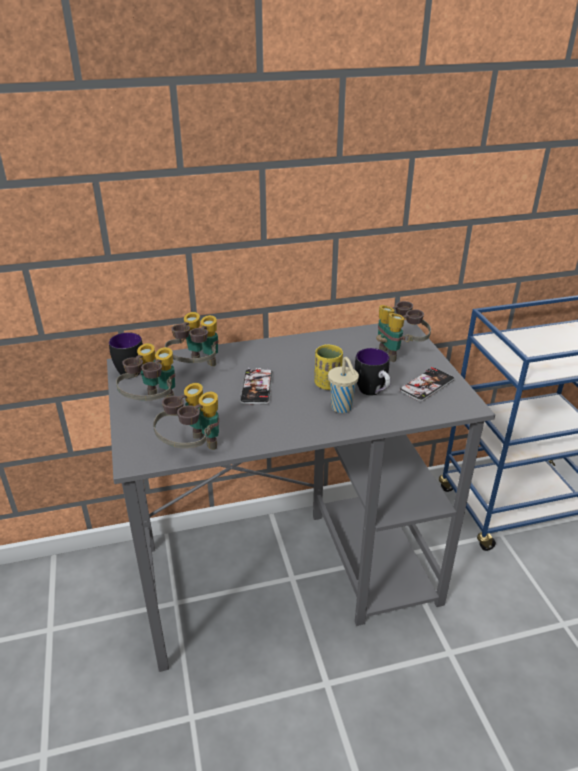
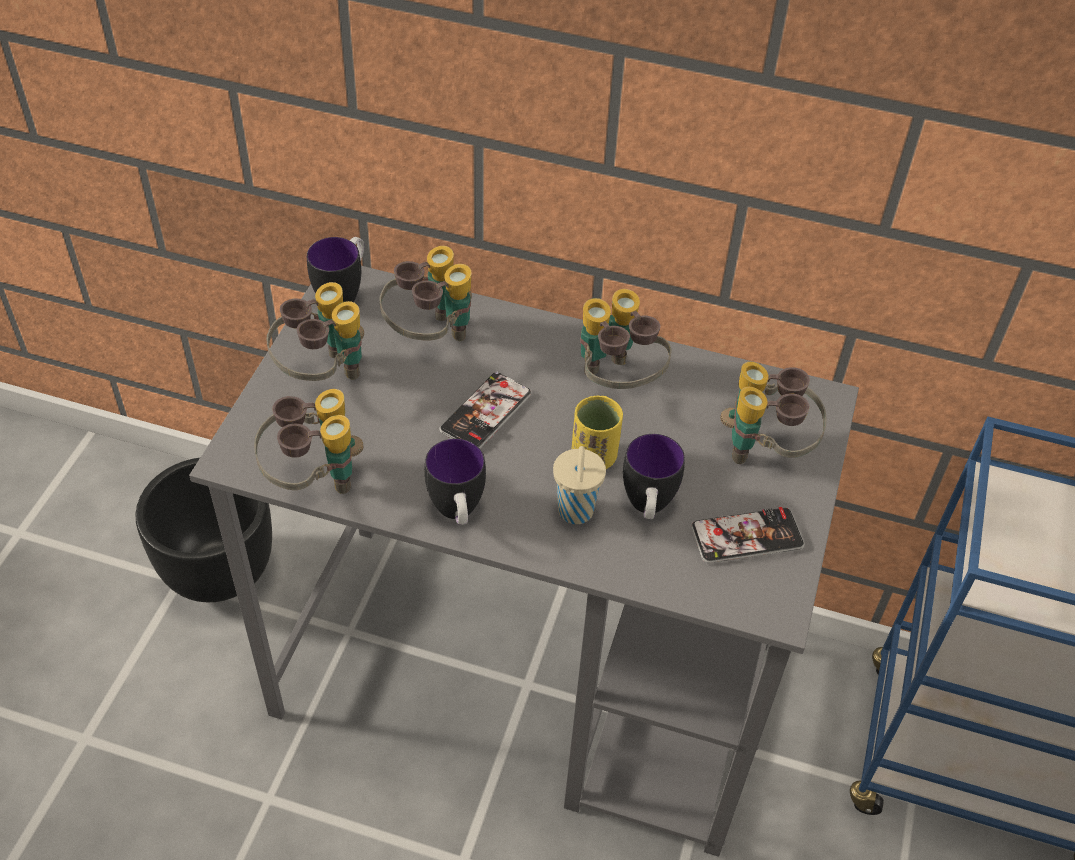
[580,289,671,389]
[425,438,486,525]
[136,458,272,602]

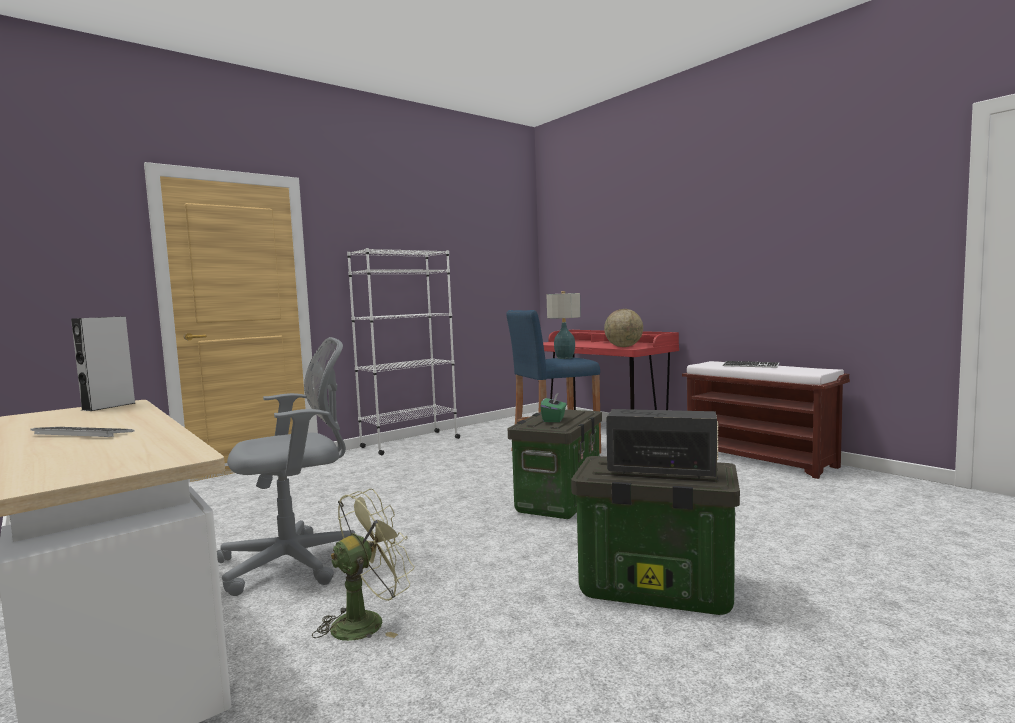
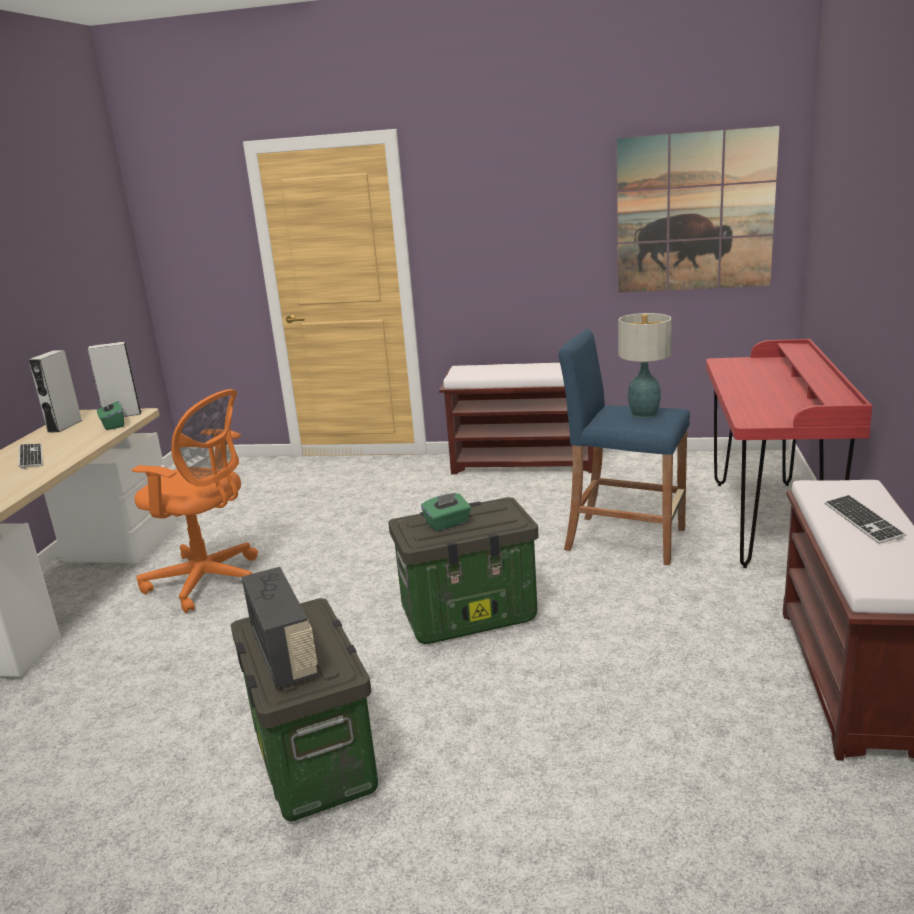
[439,363,593,474]
[604,309,643,347] (first image)
[132,389,258,613]
[312,488,414,641] (first image)
[617,126,780,293]
[28,350,83,433]
[97,398,124,430]

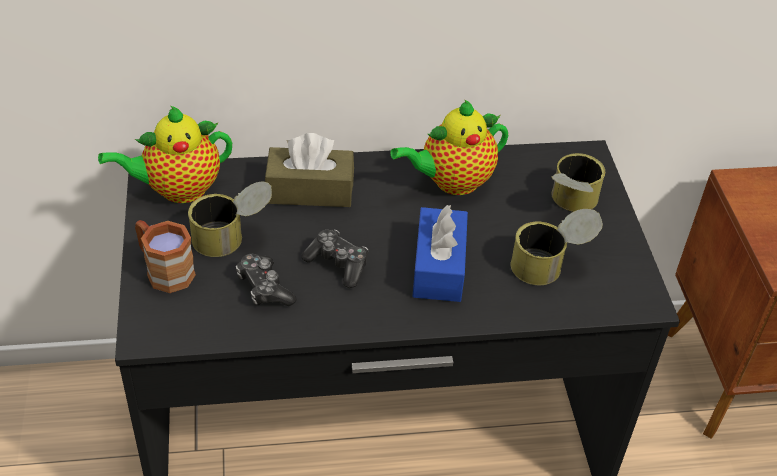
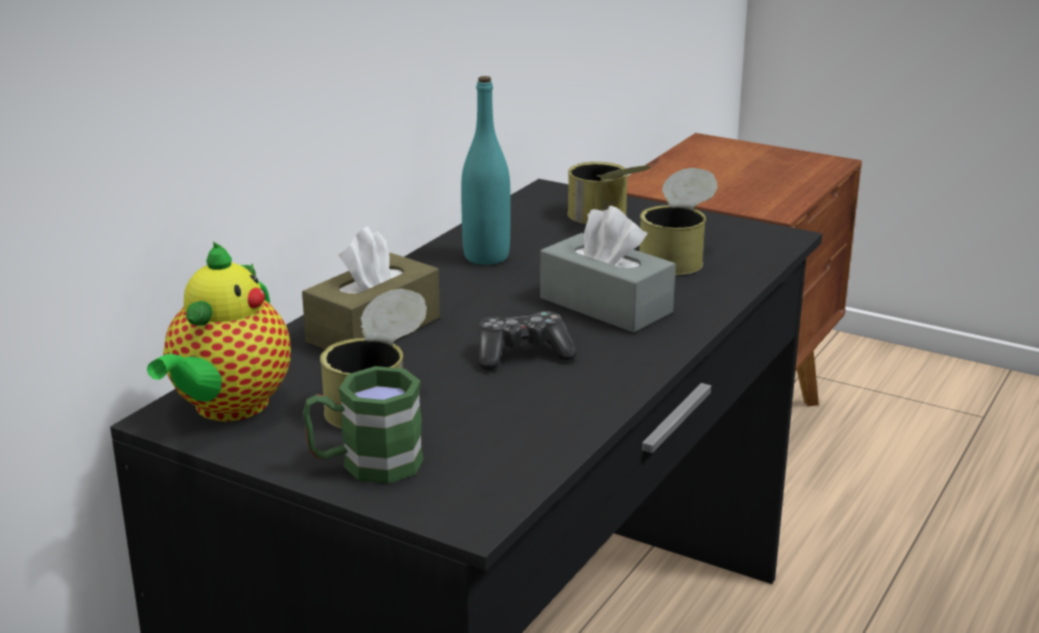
[461,76,511,265]
[540,206,676,333]
[303,366,424,484]
[236,254,297,306] (first image)

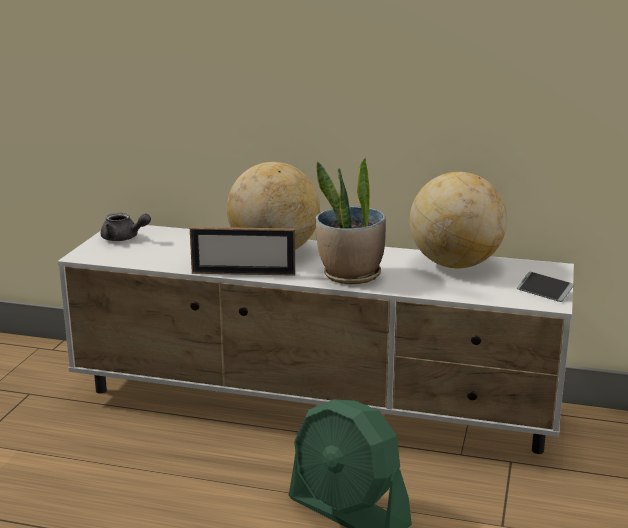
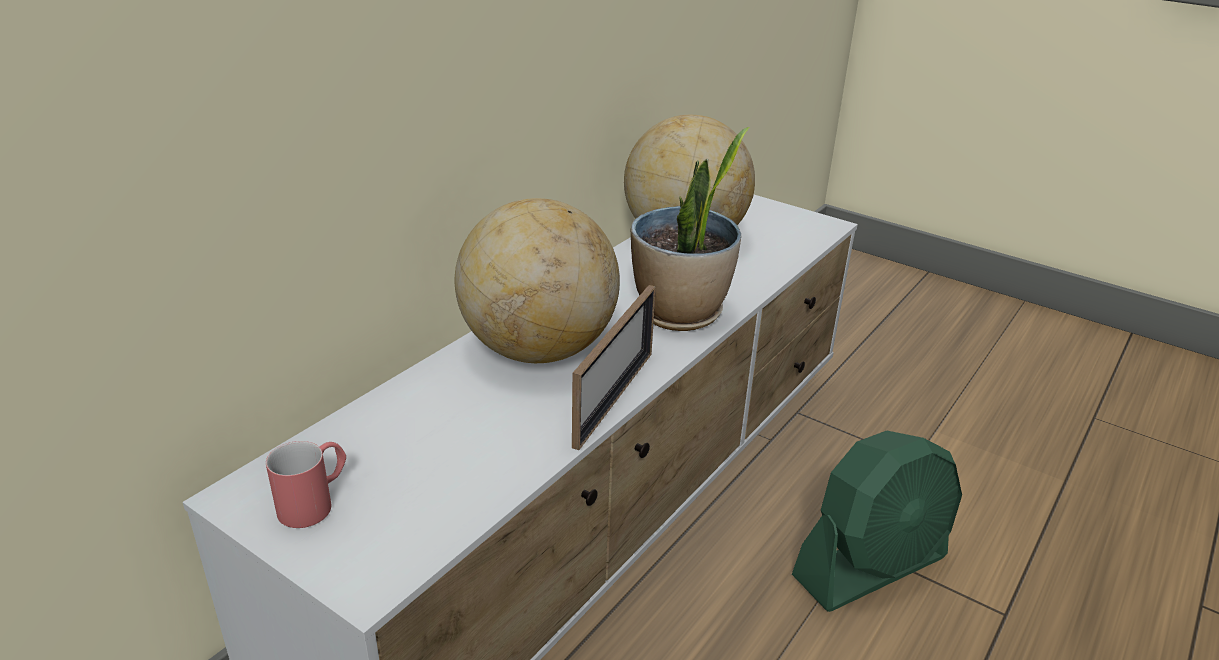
[266,441,346,528]
[517,272,574,302] (first image)

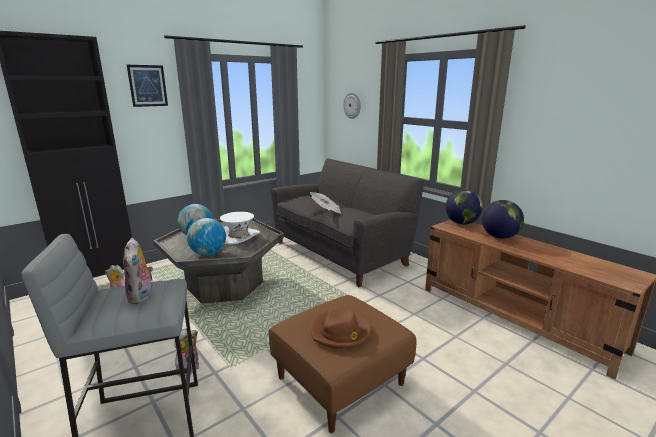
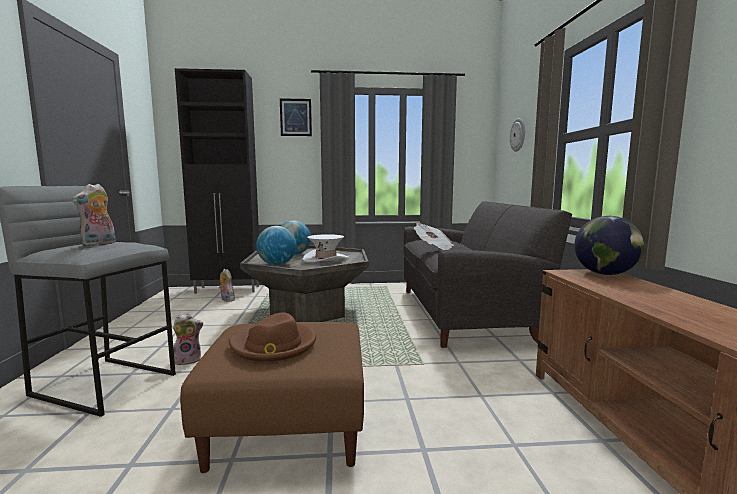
[482,200,524,239] (first image)

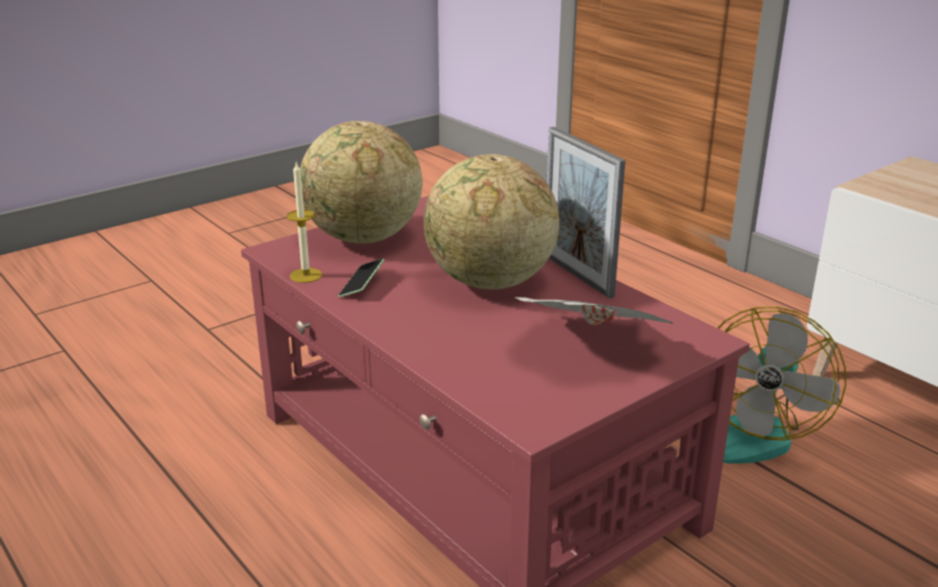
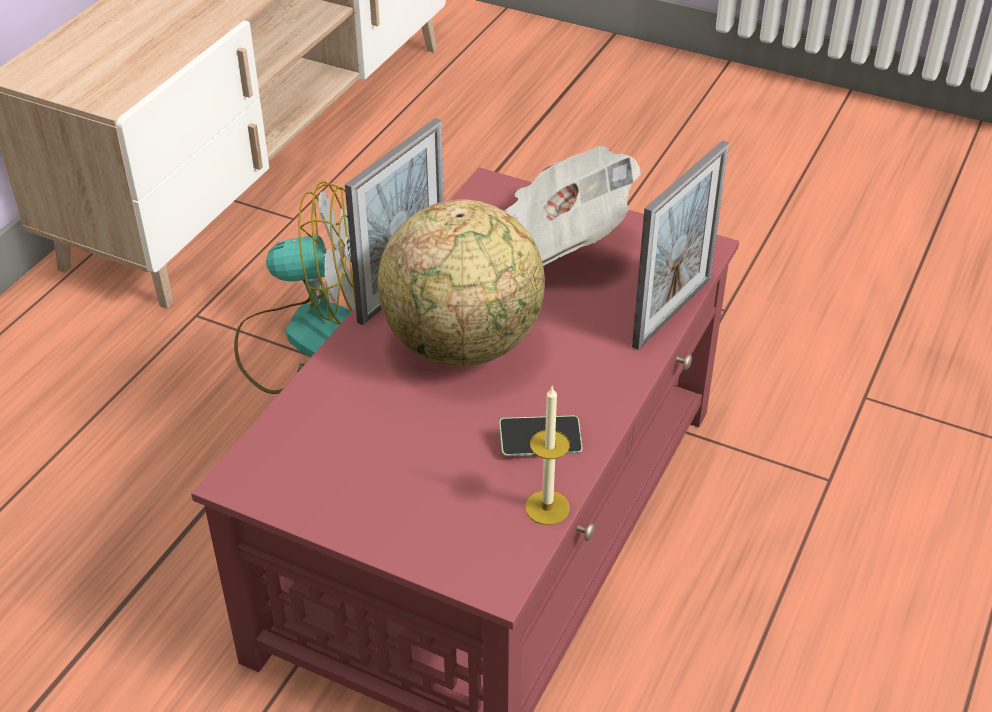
[300,121,423,244] (first image)
[632,140,729,350]

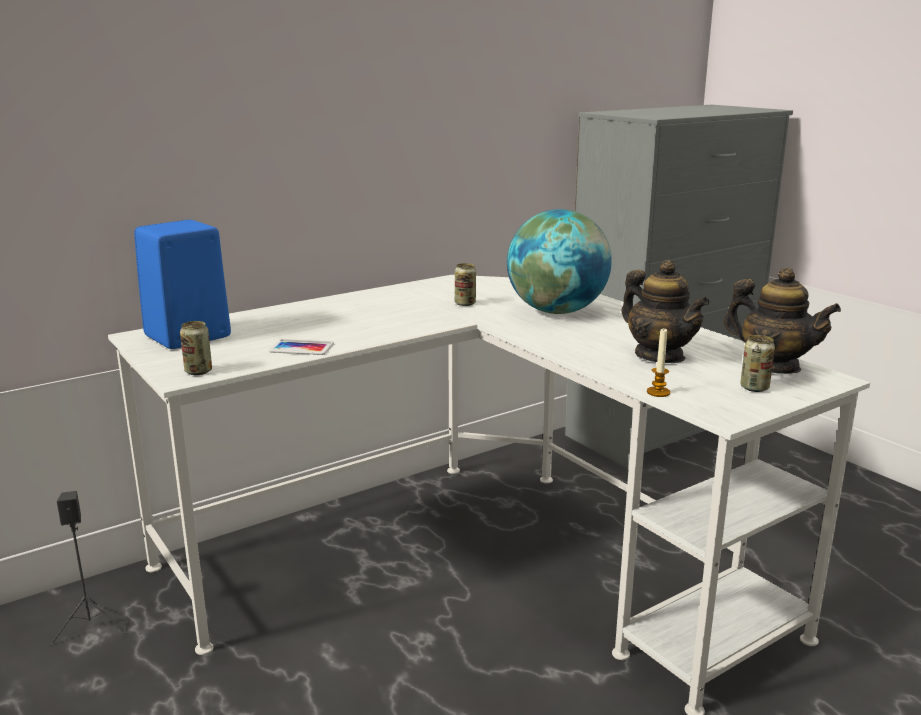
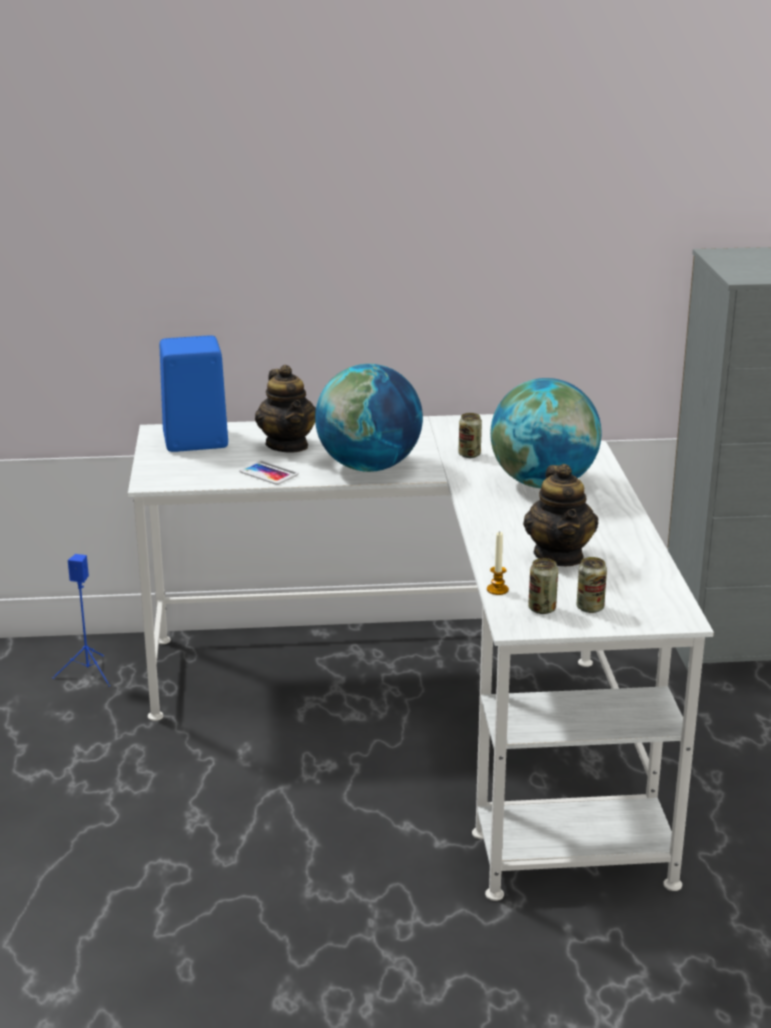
[255,365,316,453]
[528,558,558,614]
[53,554,110,686]
[315,364,423,472]

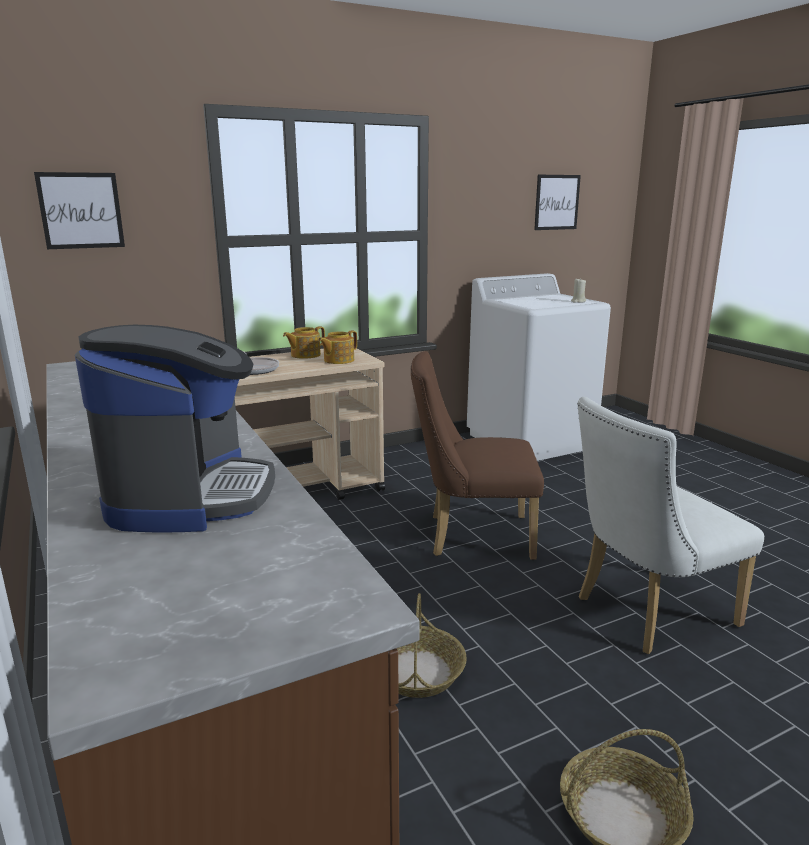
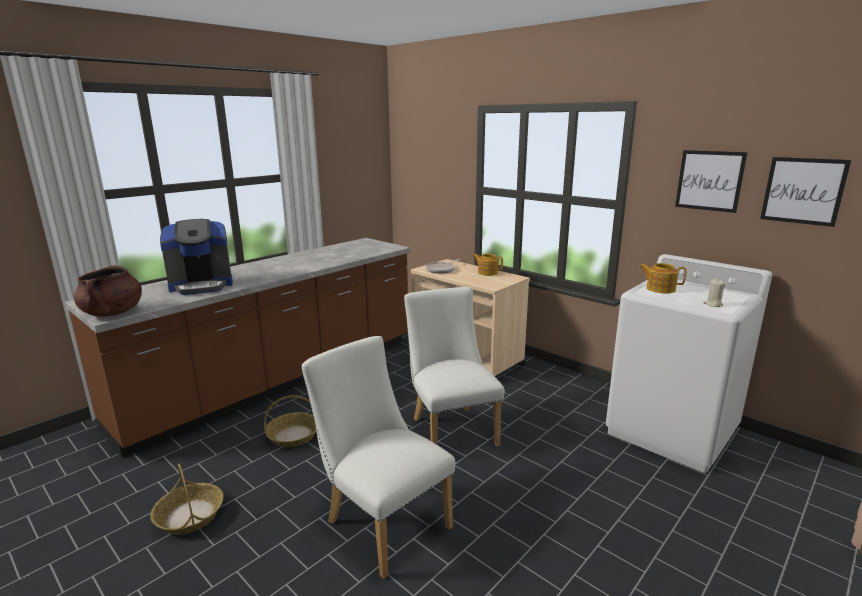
[675,150,748,213]
[640,263,687,294]
[404,287,505,447]
[74,265,142,317]

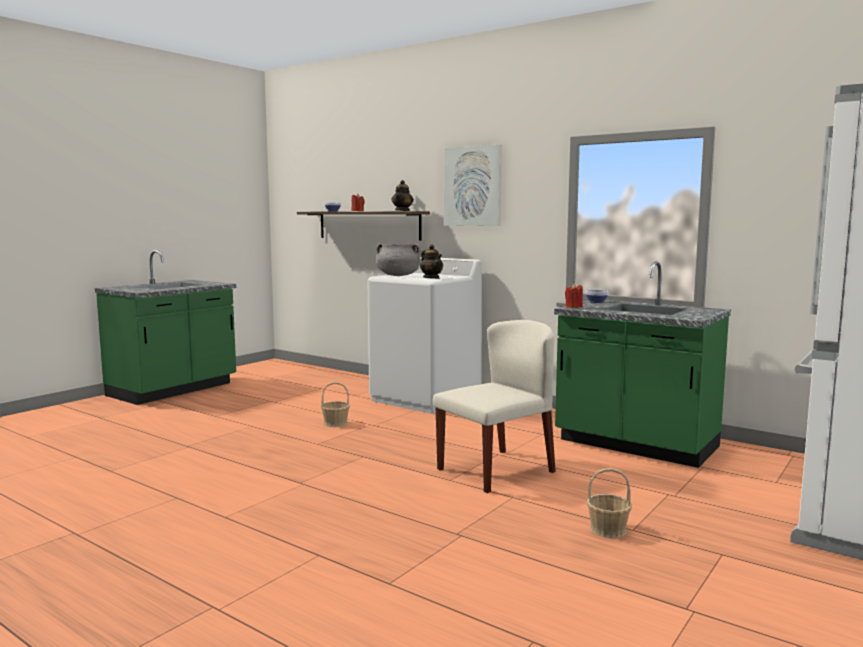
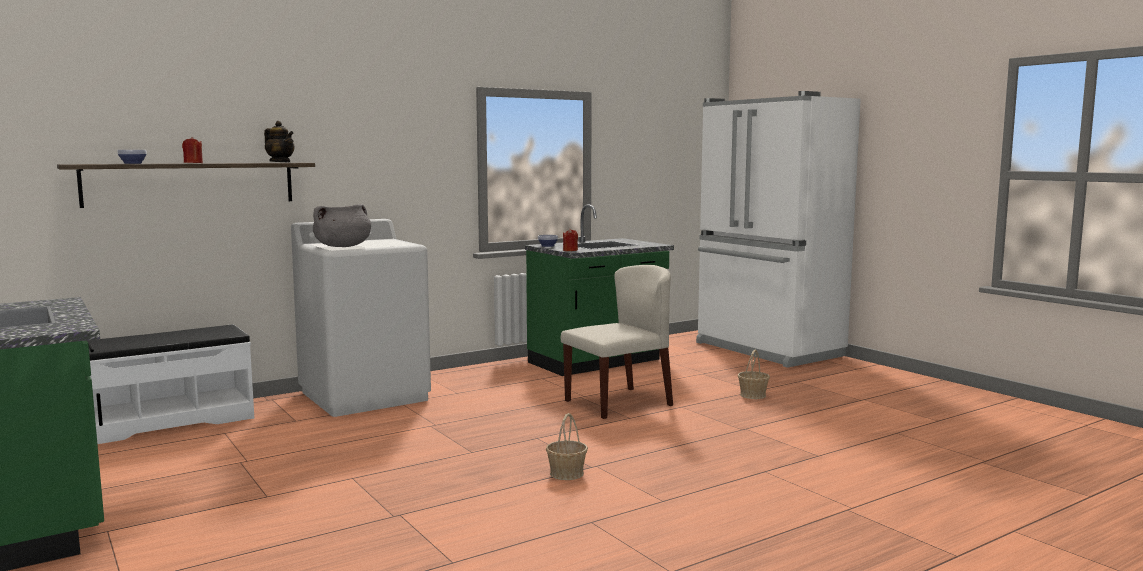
[444,144,502,226] (first image)
[420,244,443,279] (first image)
[561,265,673,419]
[546,413,588,480]
[87,325,254,444]

